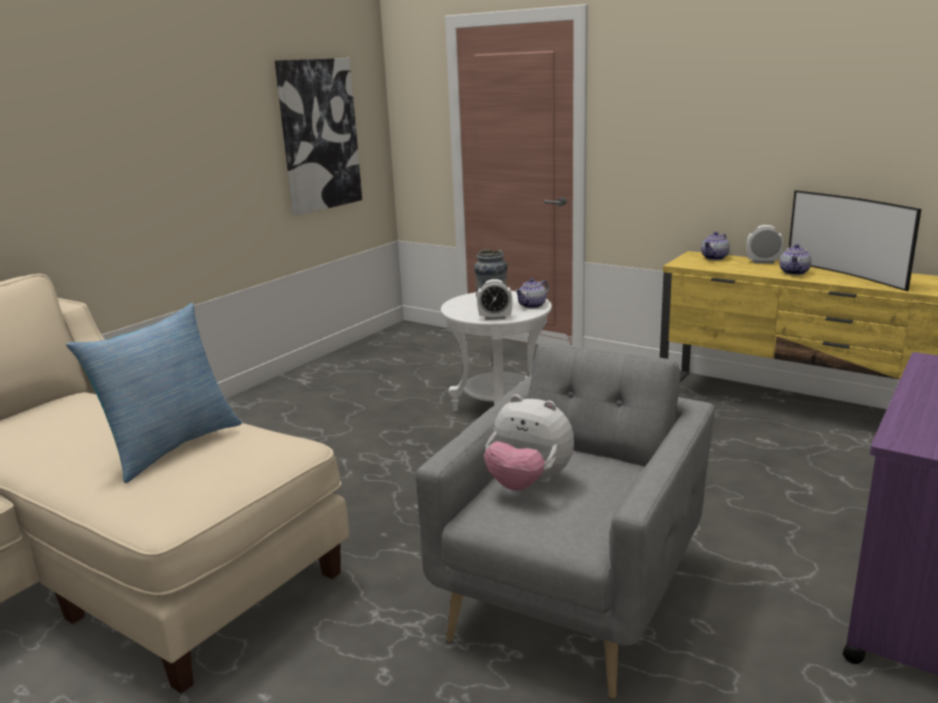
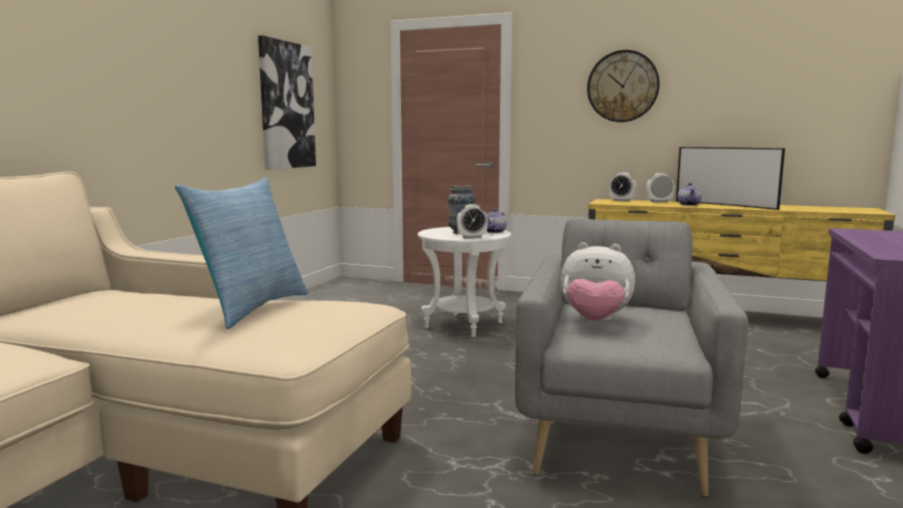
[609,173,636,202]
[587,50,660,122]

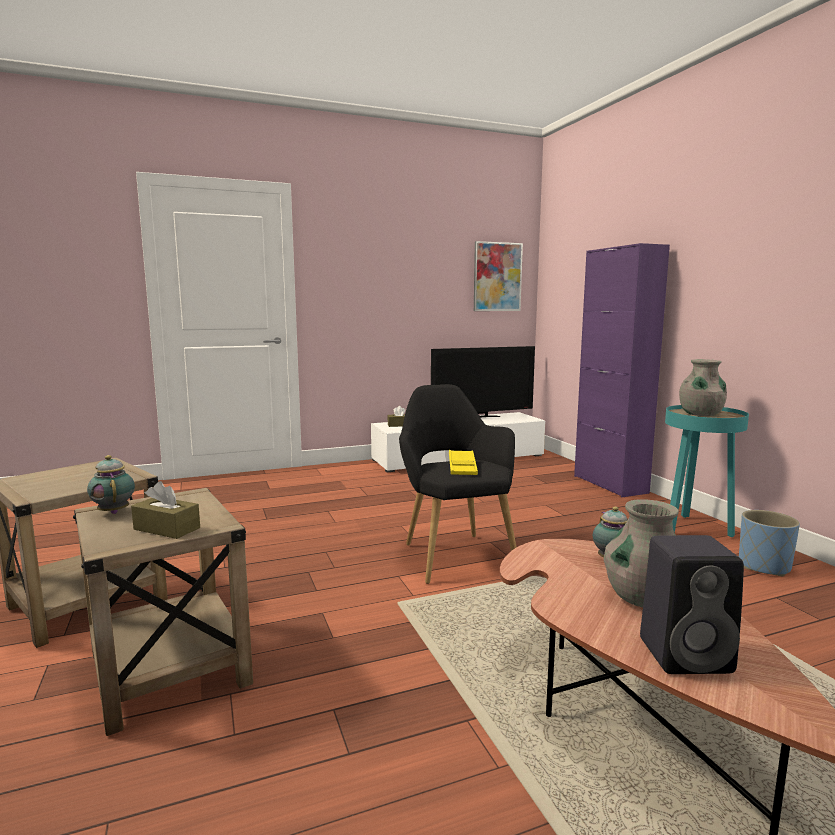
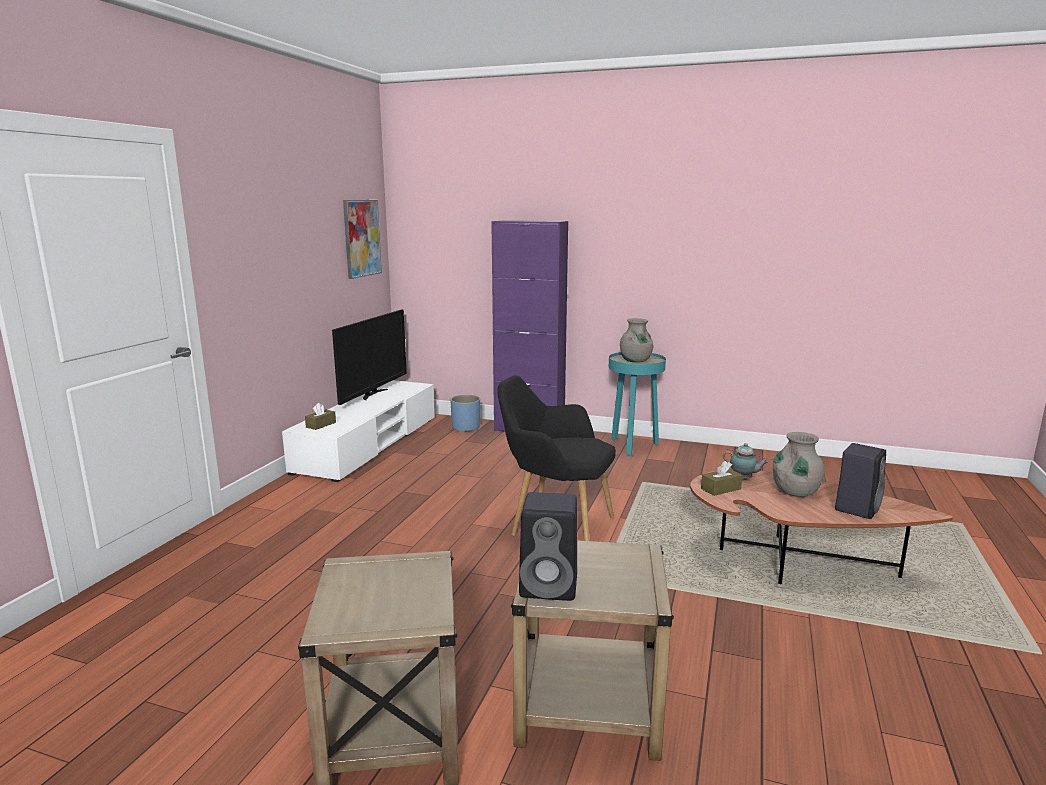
[449,450,478,475] (first image)
[519,492,577,601]
[701,461,743,496]
[450,395,480,432]

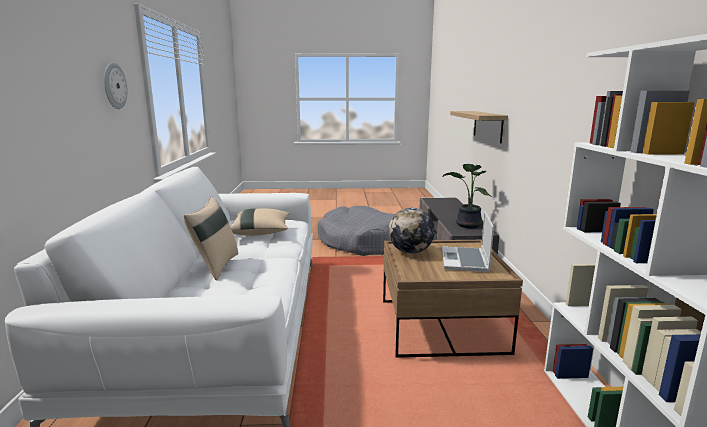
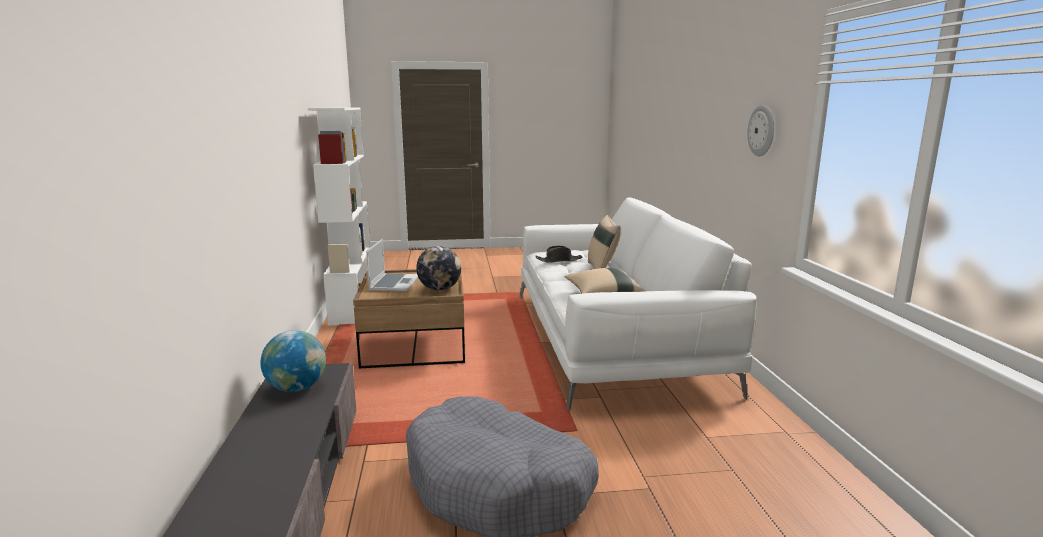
[450,111,508,144] (first image)
[260,330,326,392]
[535,246,582,263]

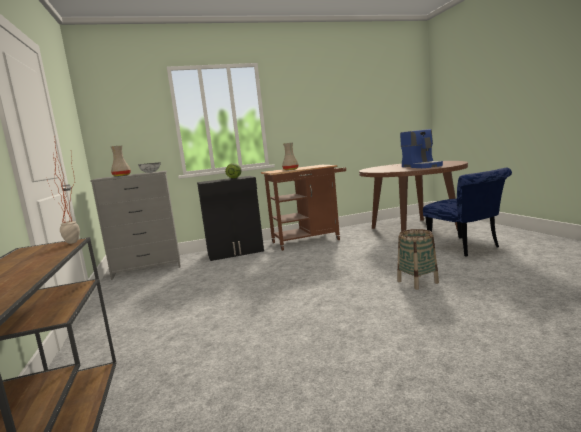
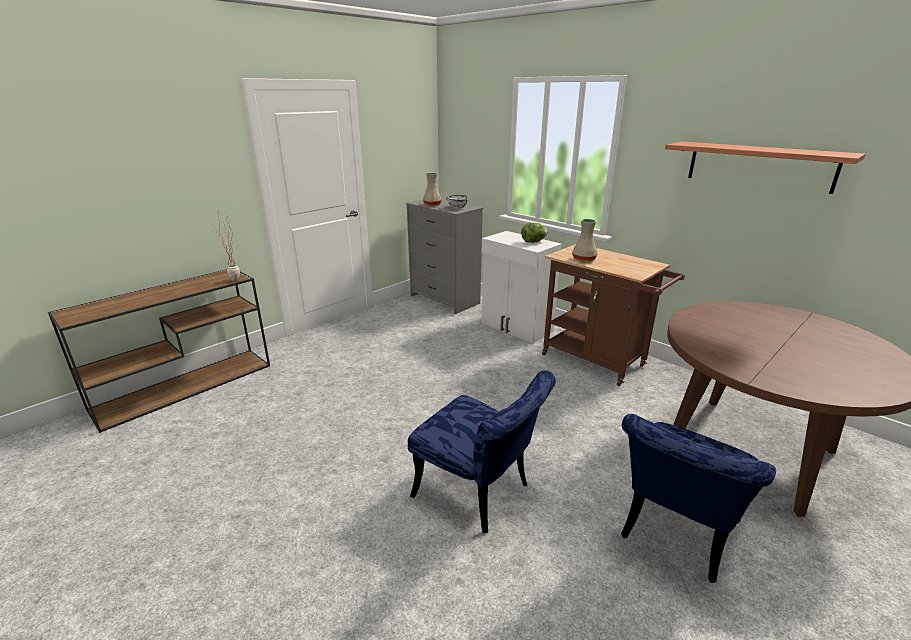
[400,129,443,168] (first image)
[482,231,562,343]
[408,370,556,533]
[665,142,866,194]

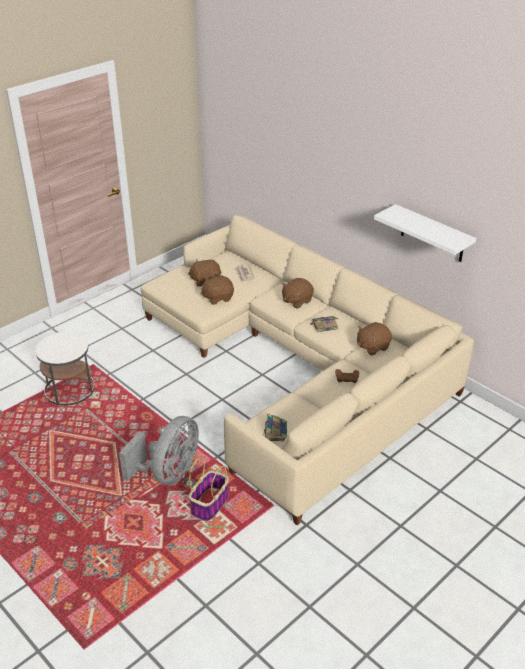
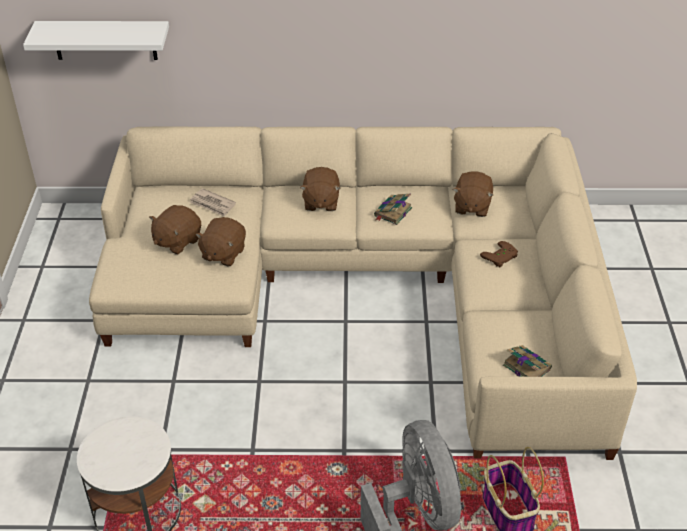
[23,21,169,60]

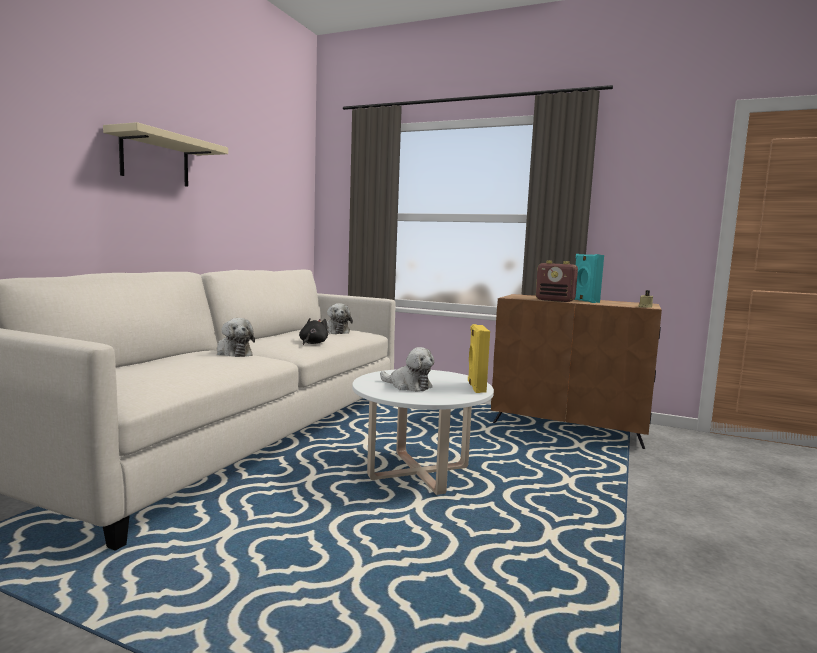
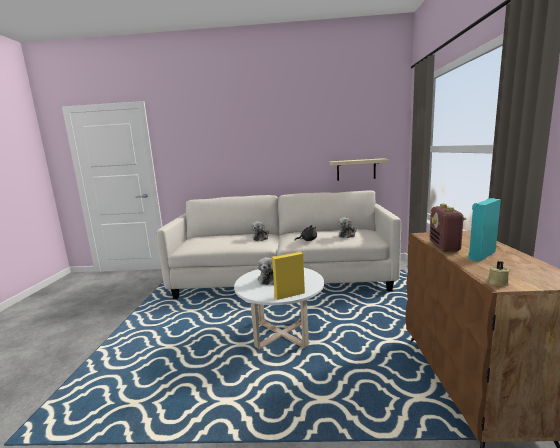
[330,158,389,181]

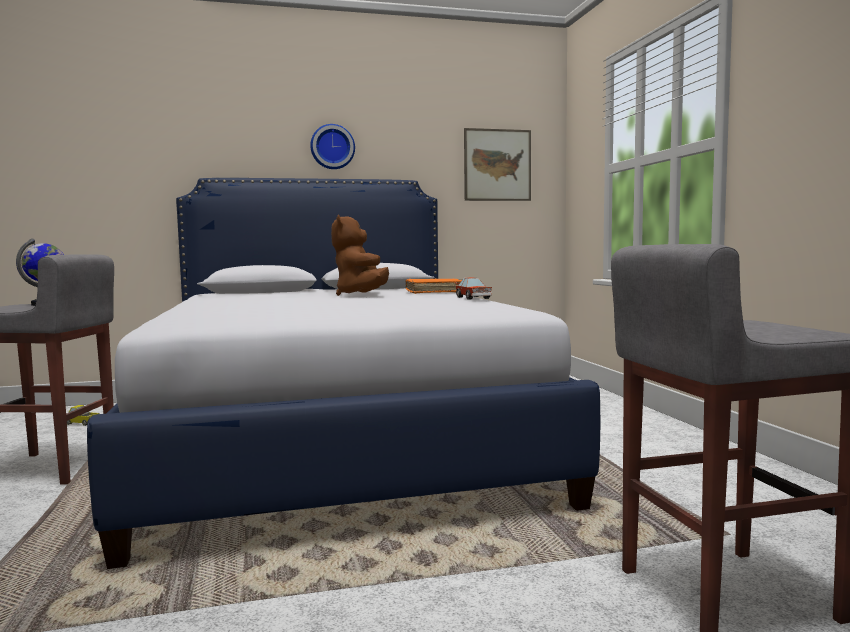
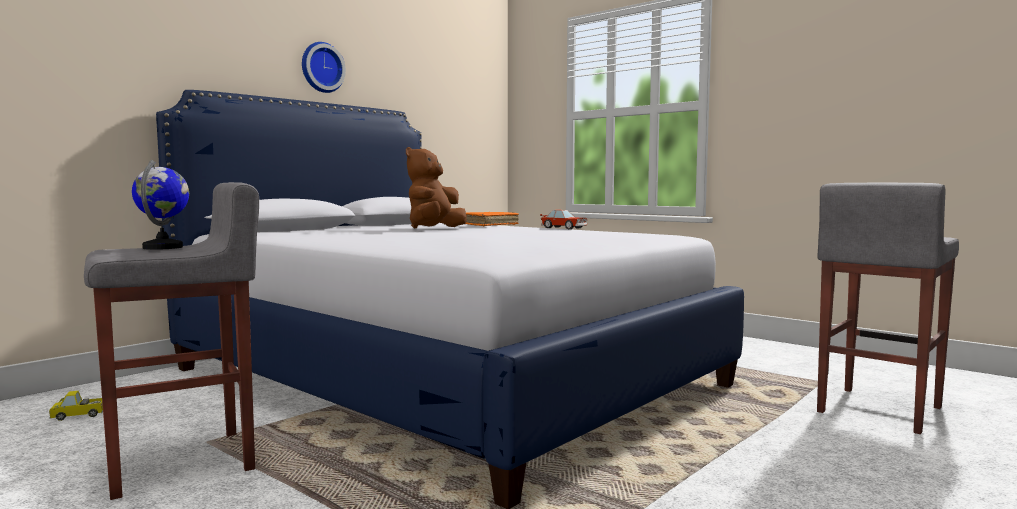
[464,128,531,201] (first image)
[406,147,467,228]

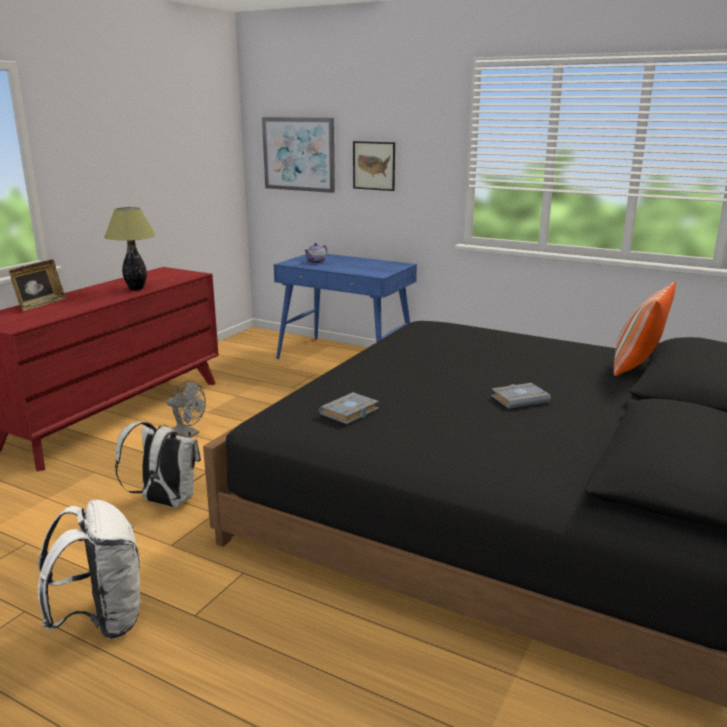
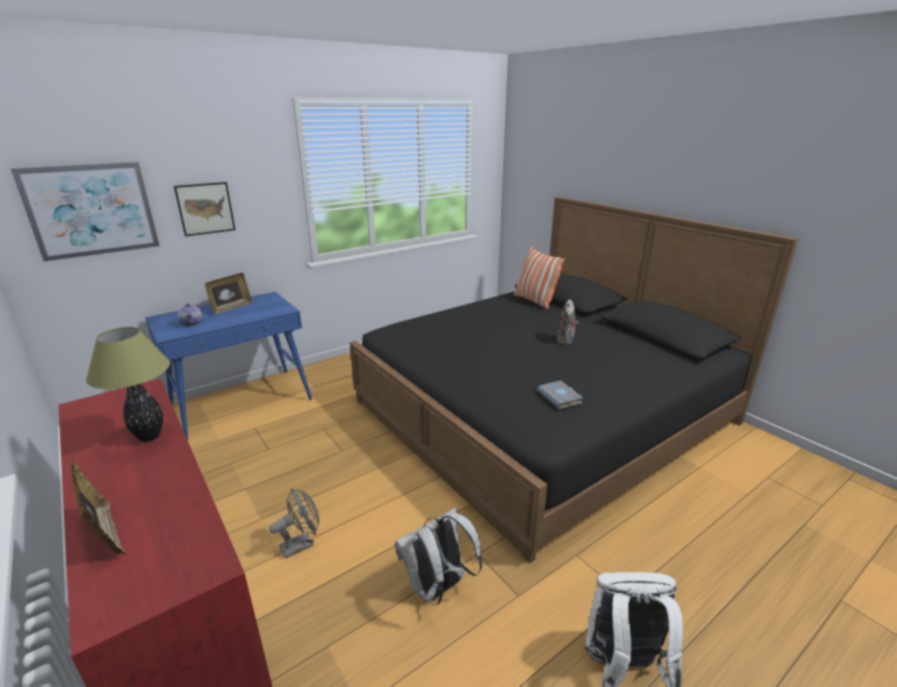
[557,299,579,345]
[205,273,253,314]

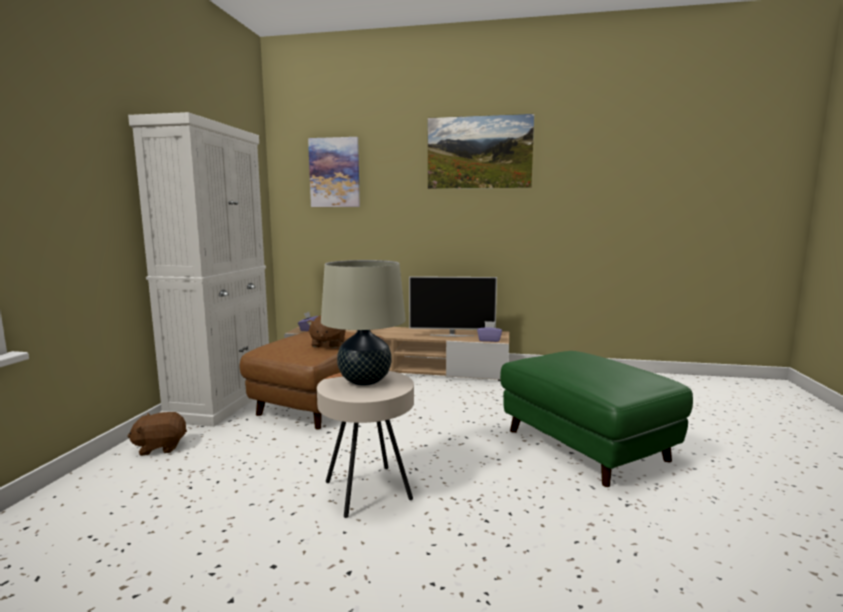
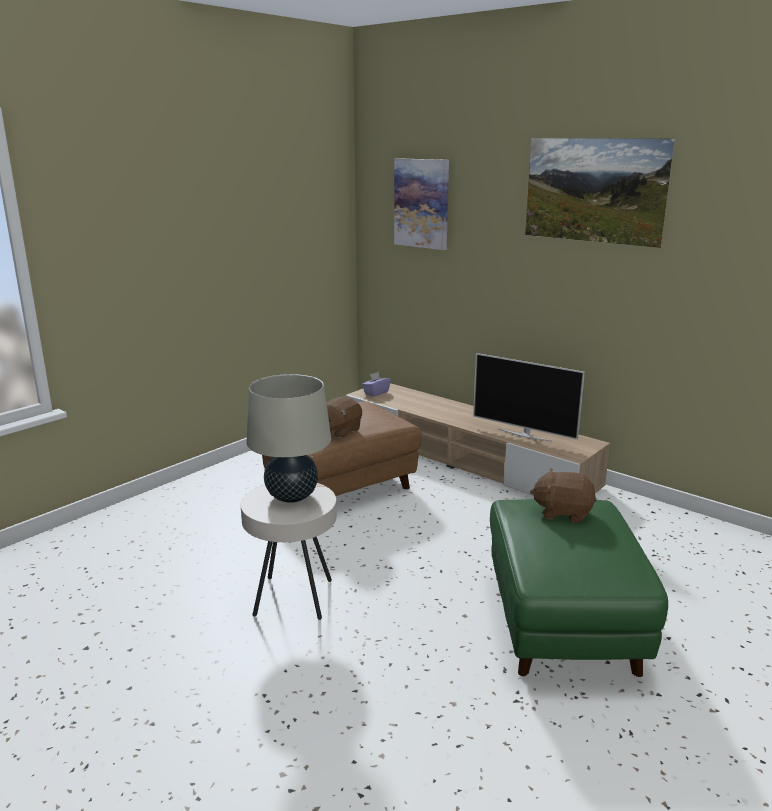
[128,112,269,427] (first image)
[477,321,502,342] (first image)
[530,468,597,523]

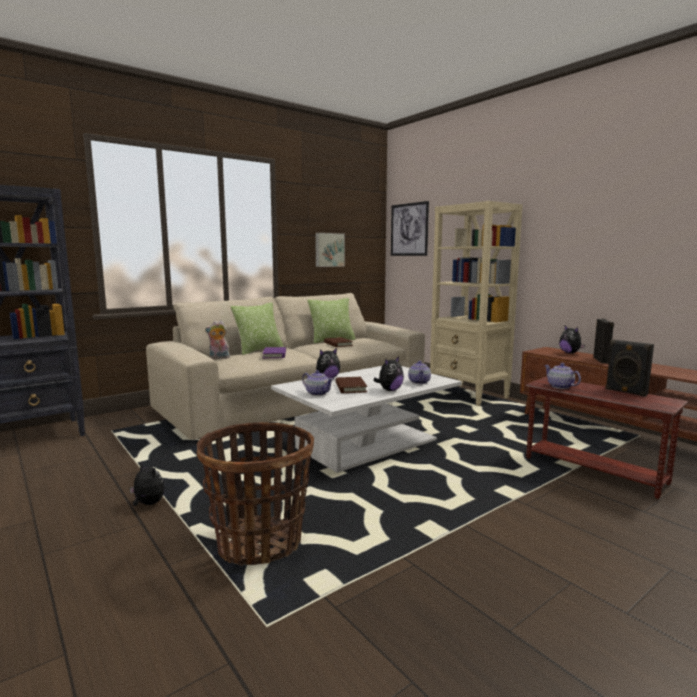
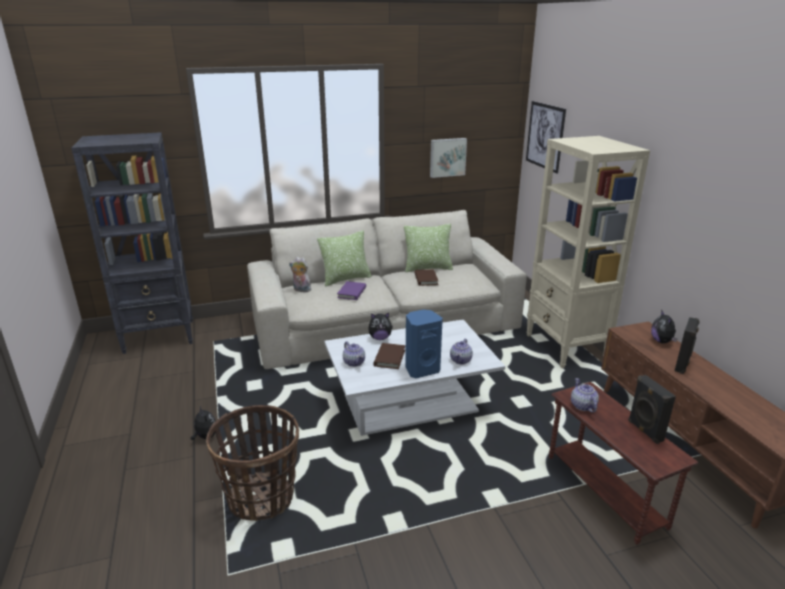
[405,310,443,378]

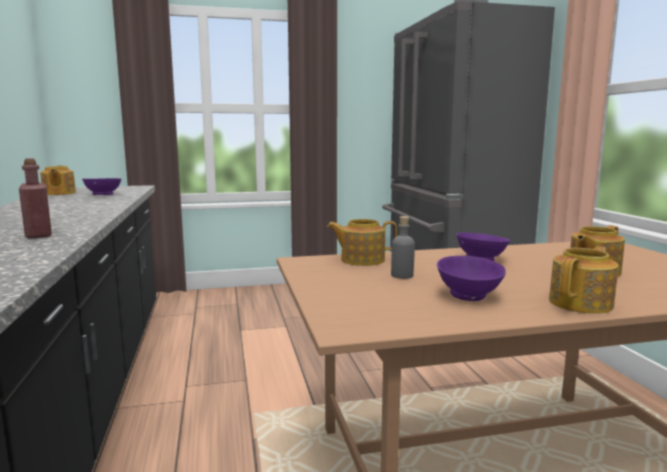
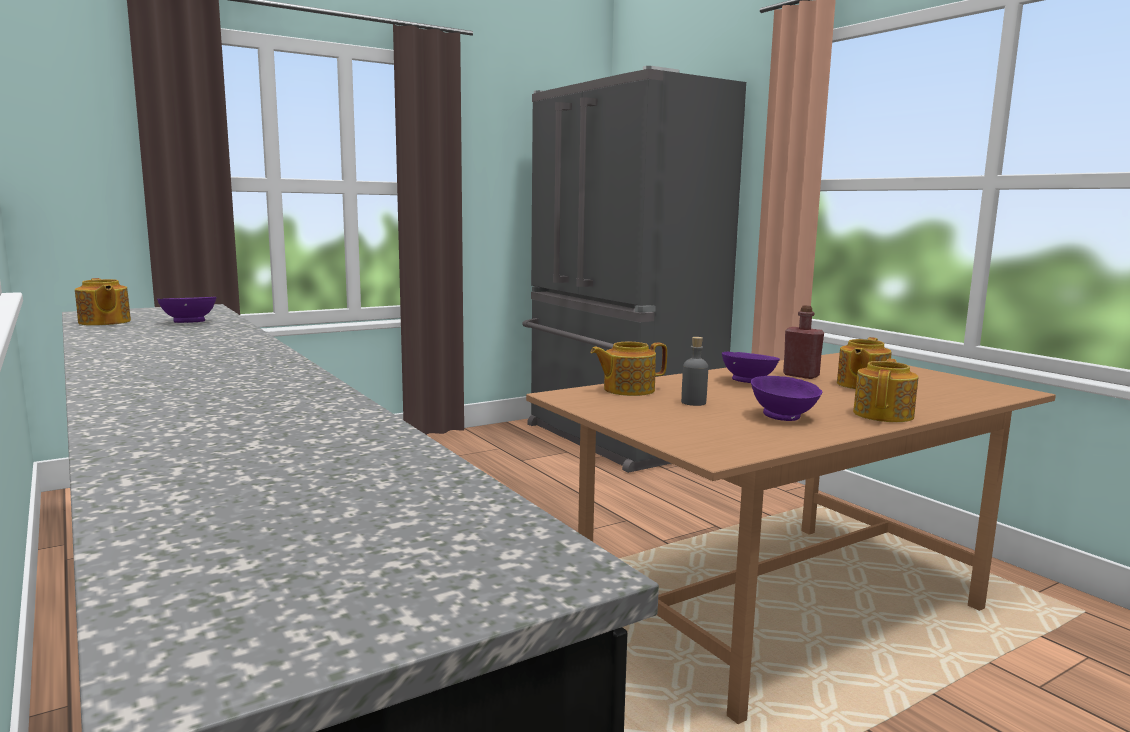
[783,305,824,379]

